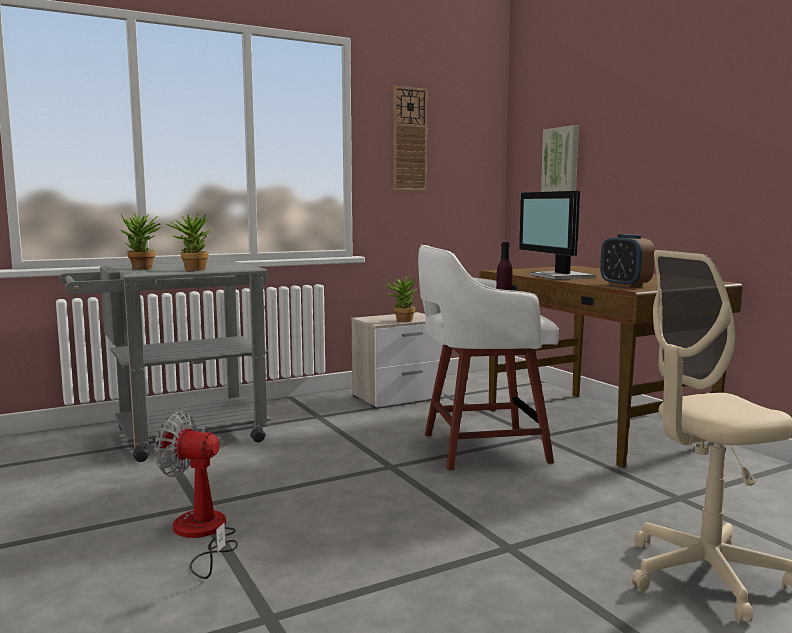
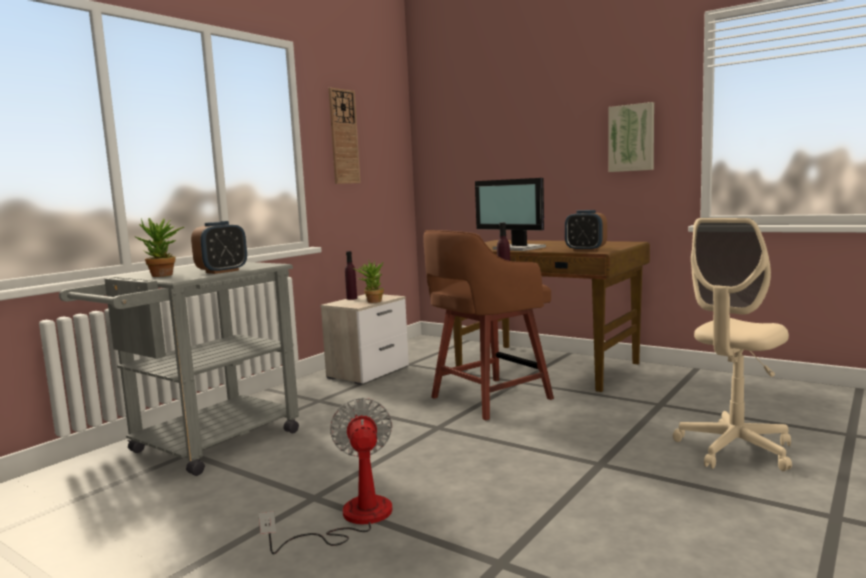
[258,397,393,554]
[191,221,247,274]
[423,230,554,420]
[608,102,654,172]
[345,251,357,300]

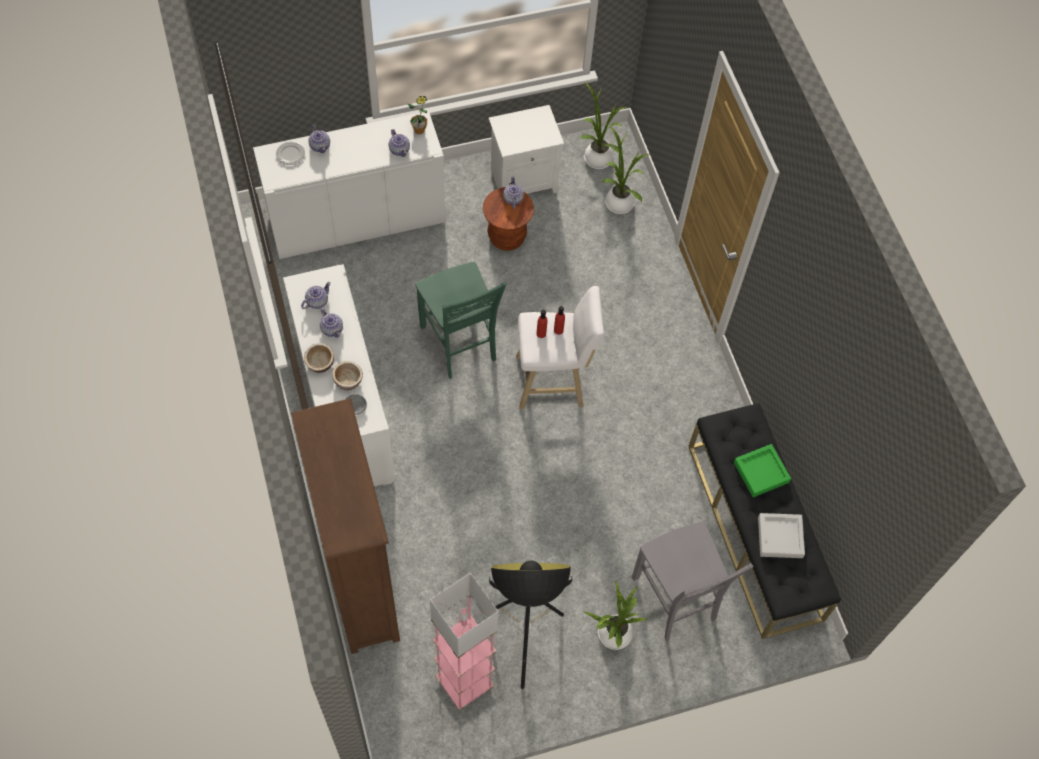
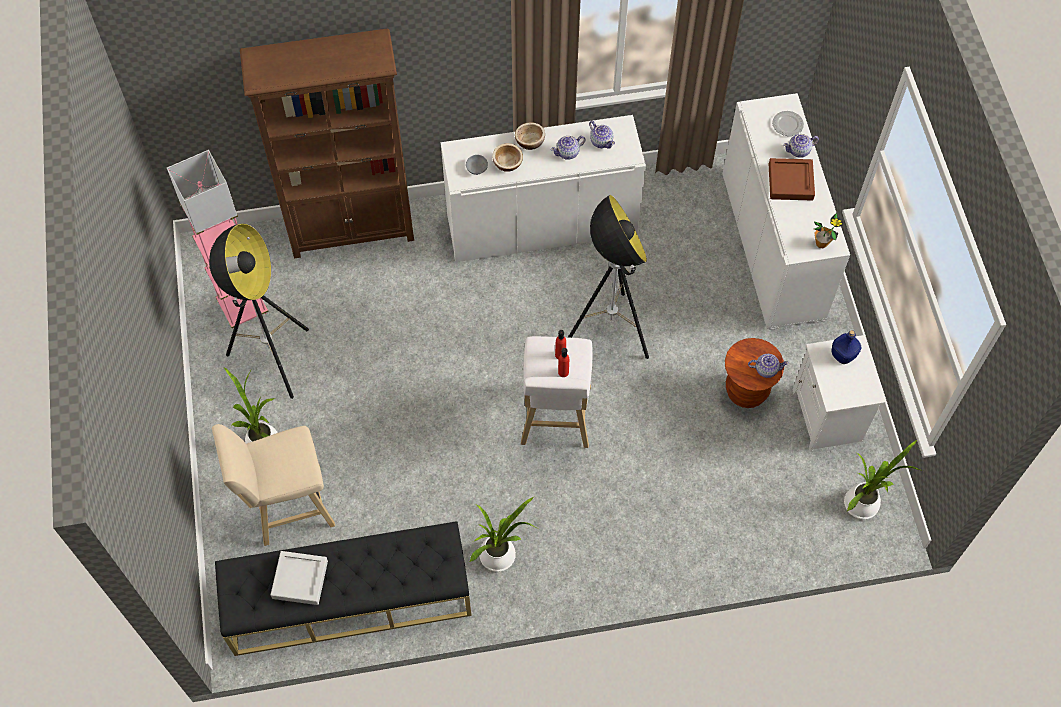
[388,129,410,157] (first image)
[568,195,649,359]
[470,497,536,572]
[212,424,335,546]
[734,444,791,497] (first image)
[769,158,815,201]
[832,330,861,364]

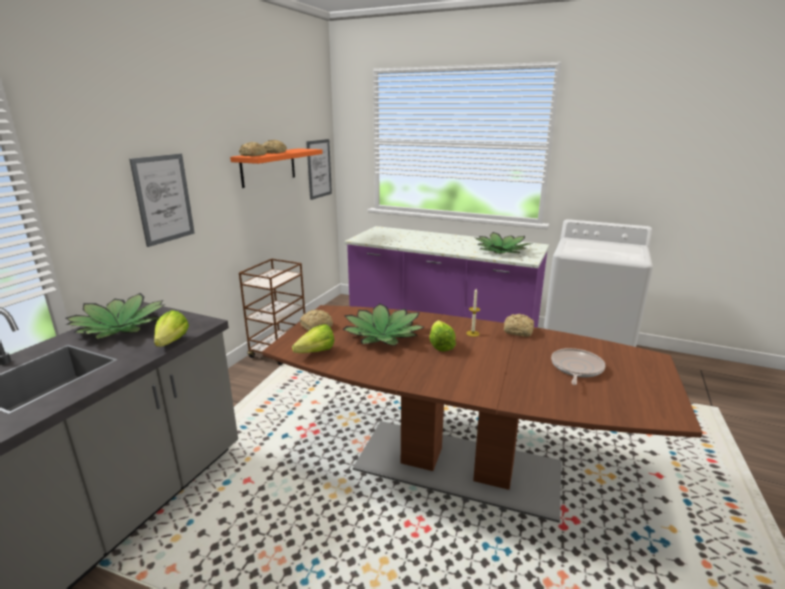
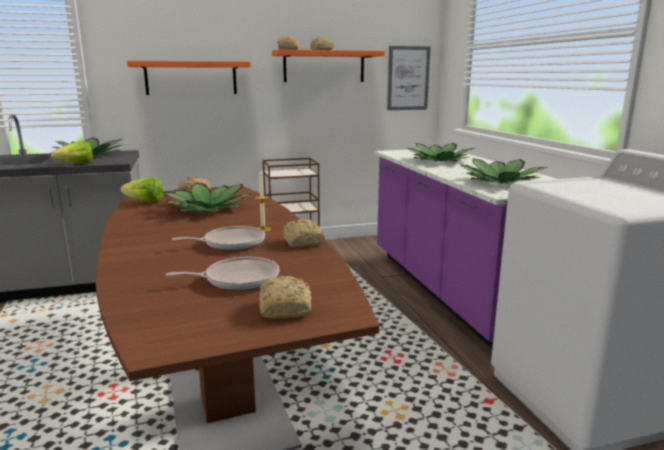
[127,61,251,95]
[429,320,456,352] (first image)
[172,226,265,251]
[259,276,311,319]
[406,143,474,161]

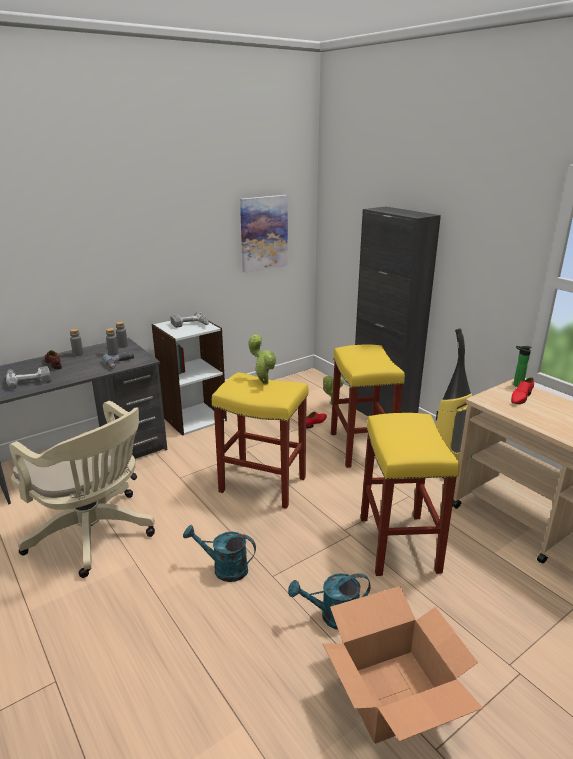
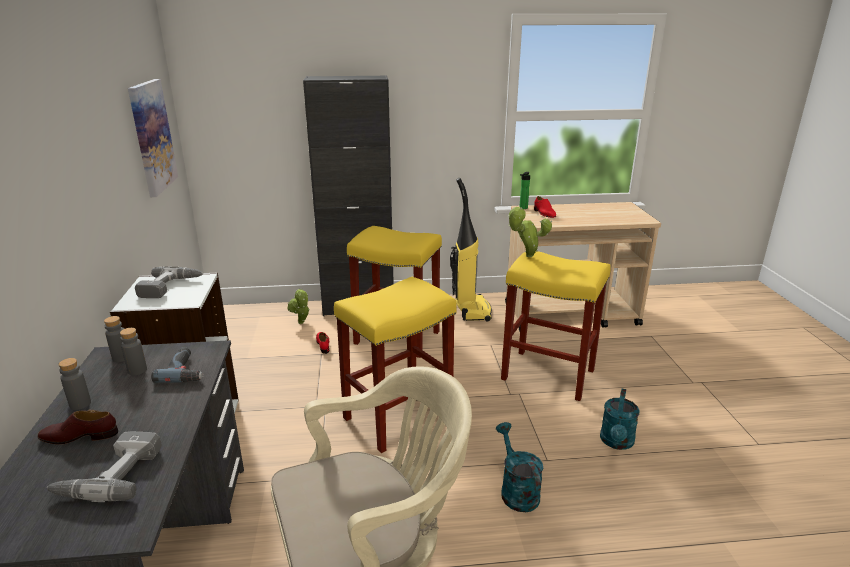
[496,422,543,512]
[508,207,552,257]
[323,586,483,744] (first image)

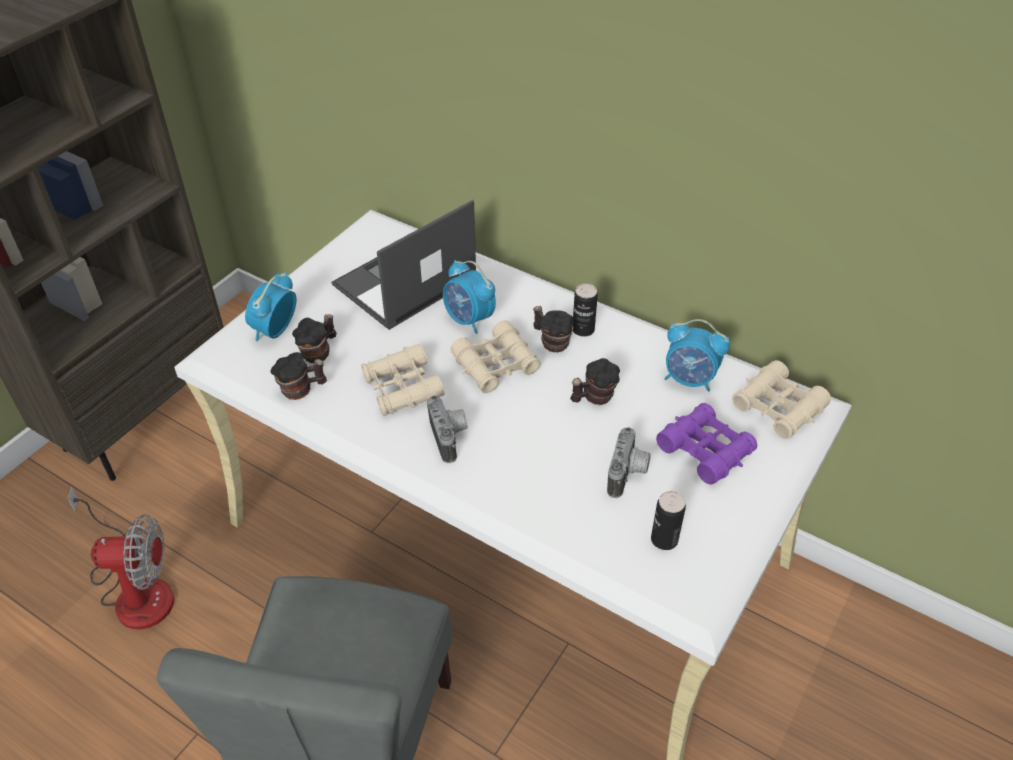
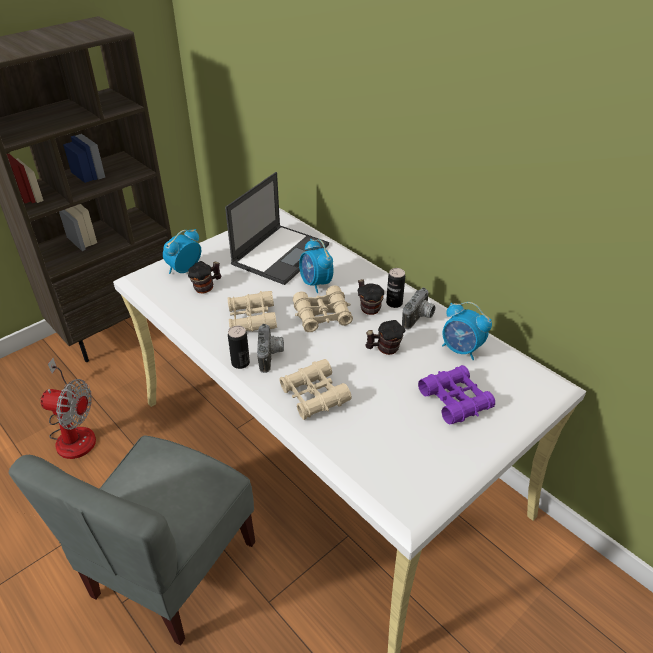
[270,352,327,400] (first image)
[225,172,329,285]
[402,287,435,329]
[228,326,250,369]
[279,359,351,420]

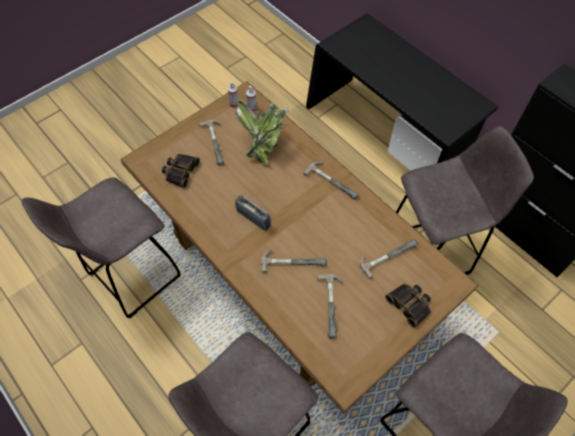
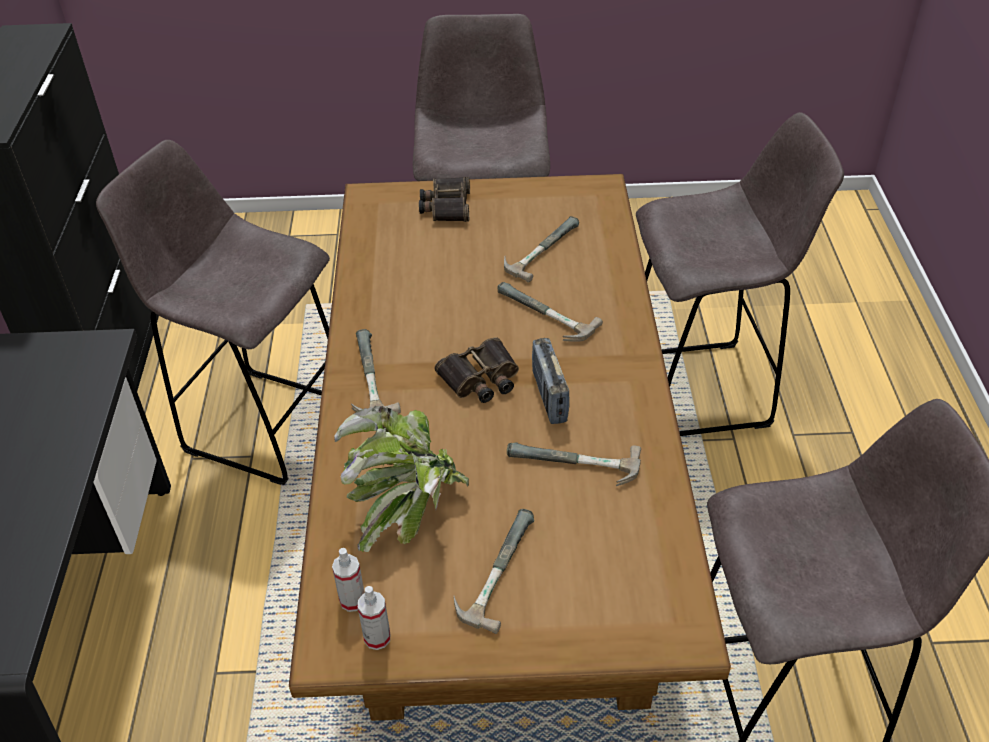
[435,337,519,403]
[507,442,641,486]

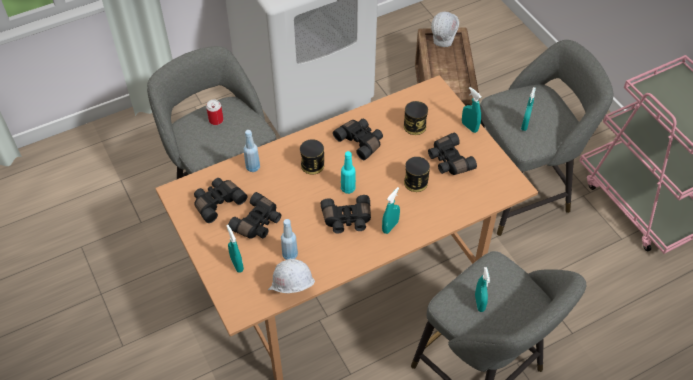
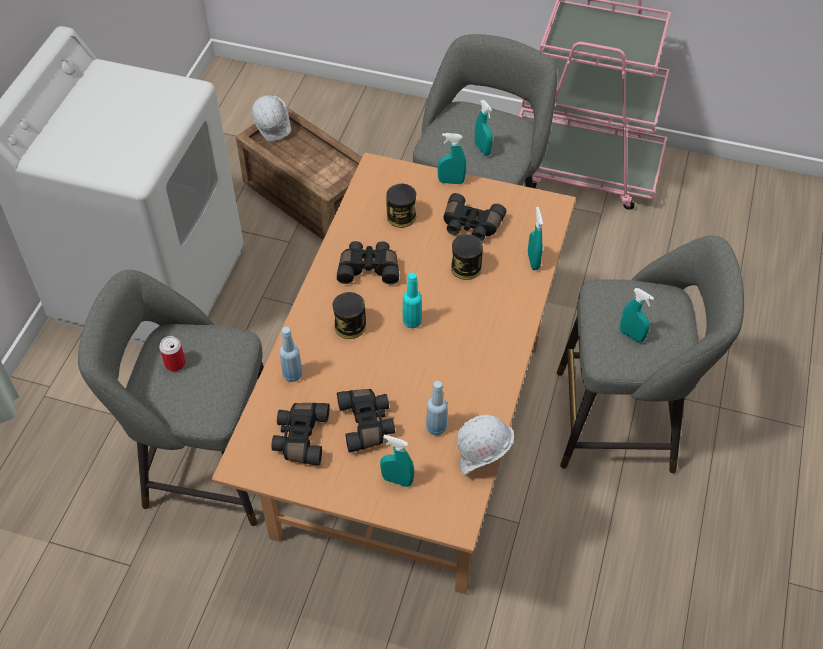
[321,195,371,234] (first image)
[528,207,543,270]

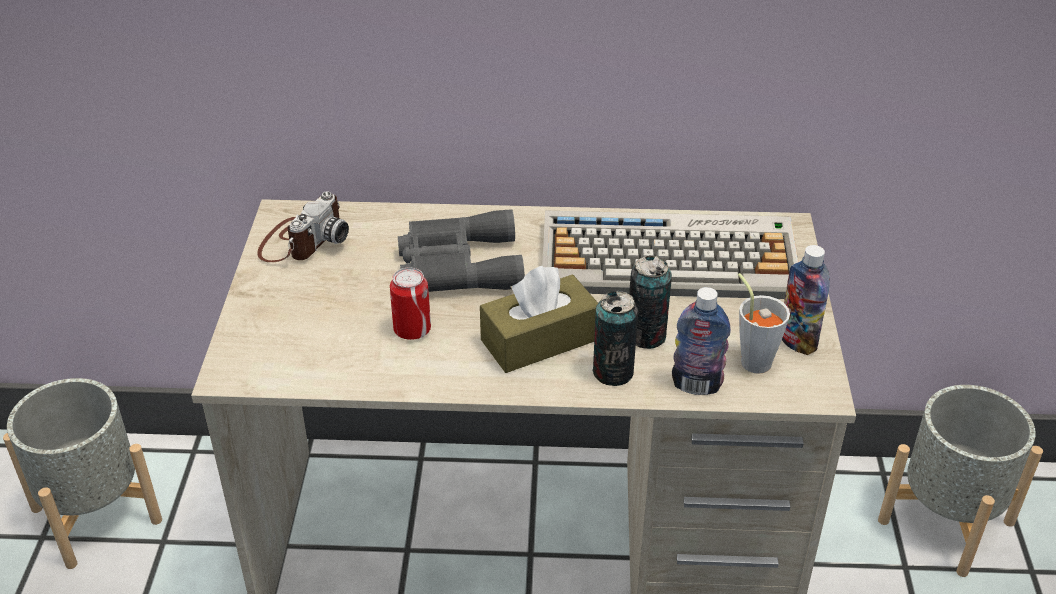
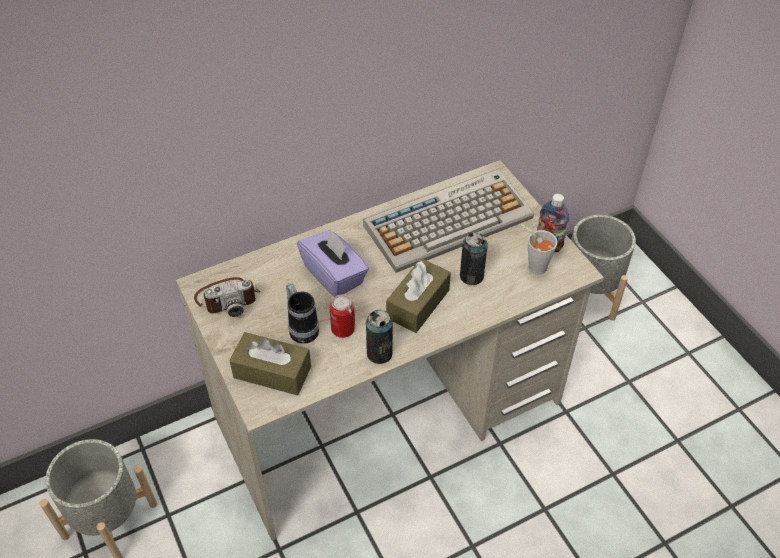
[194,277,260,317]
[297,229,369,297]
[366,310,393,364]
[672,287,731,395] (first image)
[229,332,311,395]
[286,284,319,344]

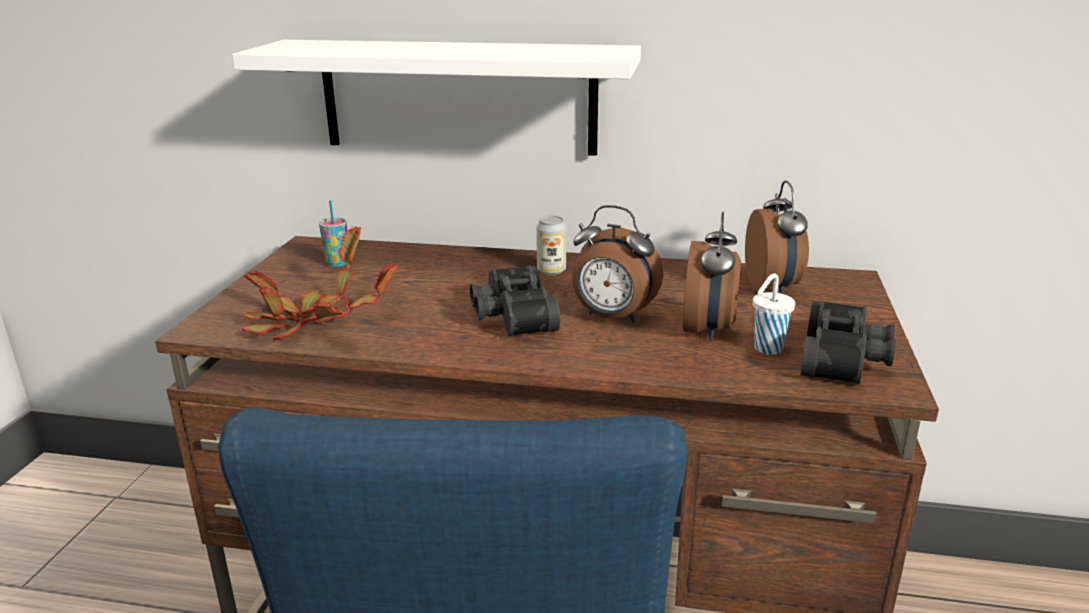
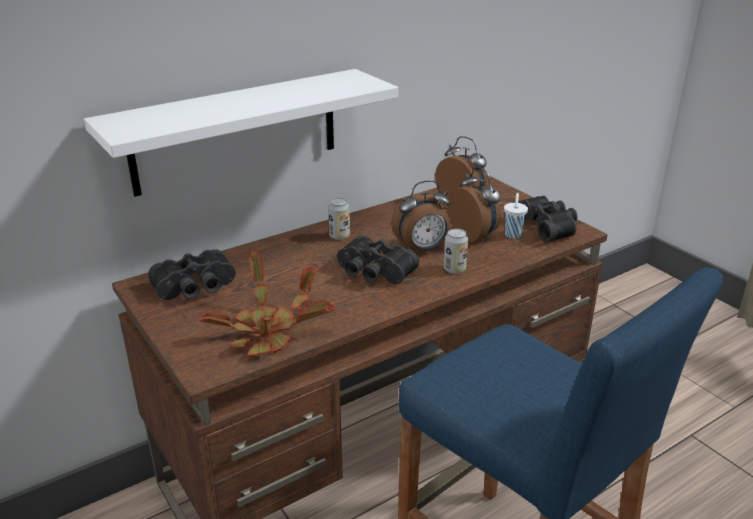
[148,249,236,300]
[444,229,468,274]

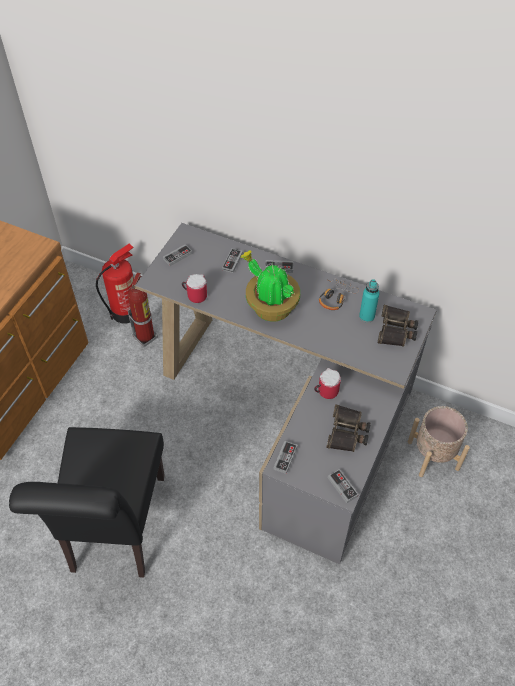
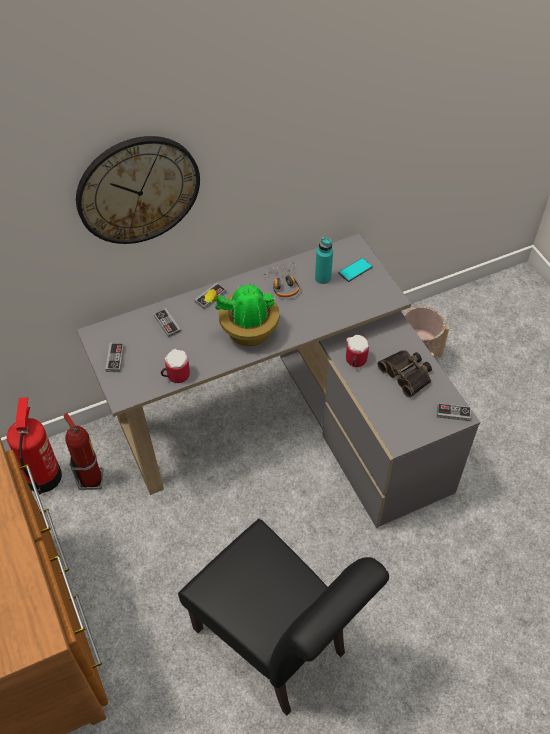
[273,441,297,474] (first image)
[338,258,373,282]
[76,136,200,244]

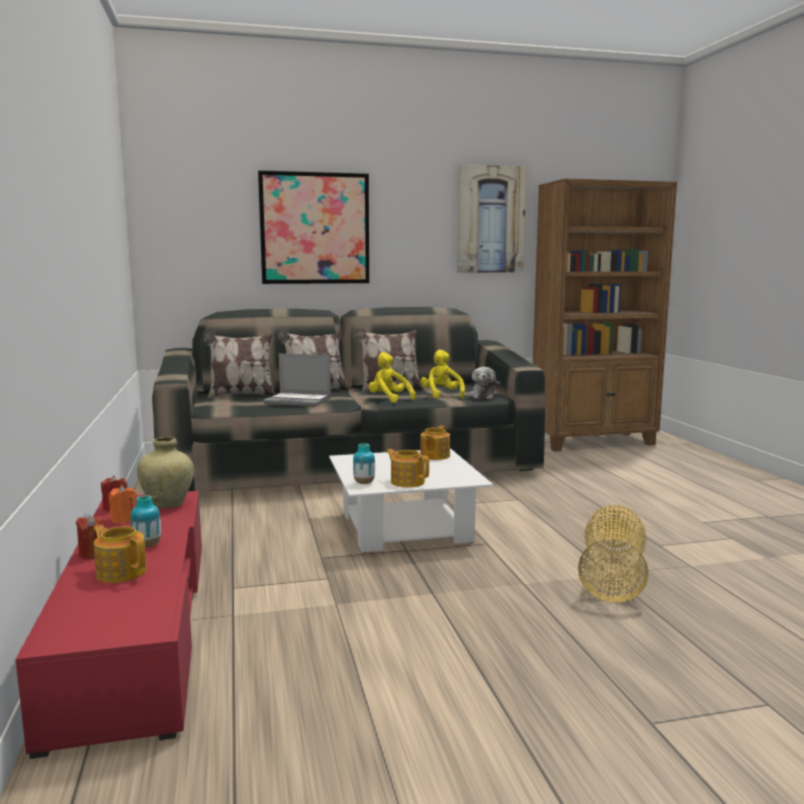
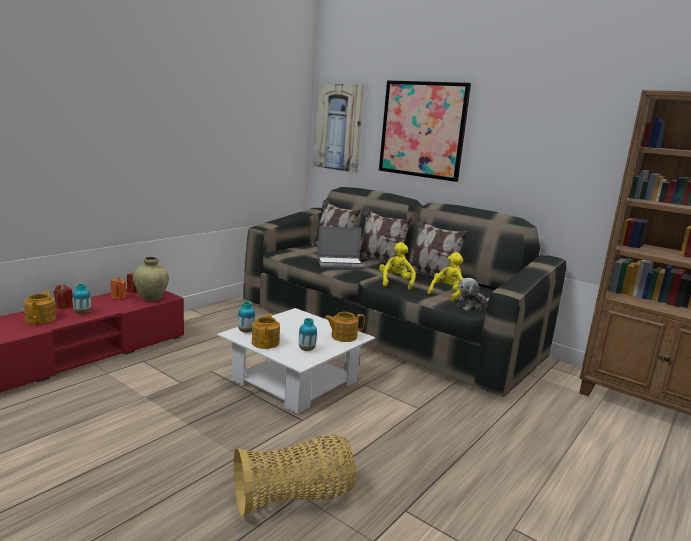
[317,226,365,270]
[313,83,365,173]
[299,318,317,351]

